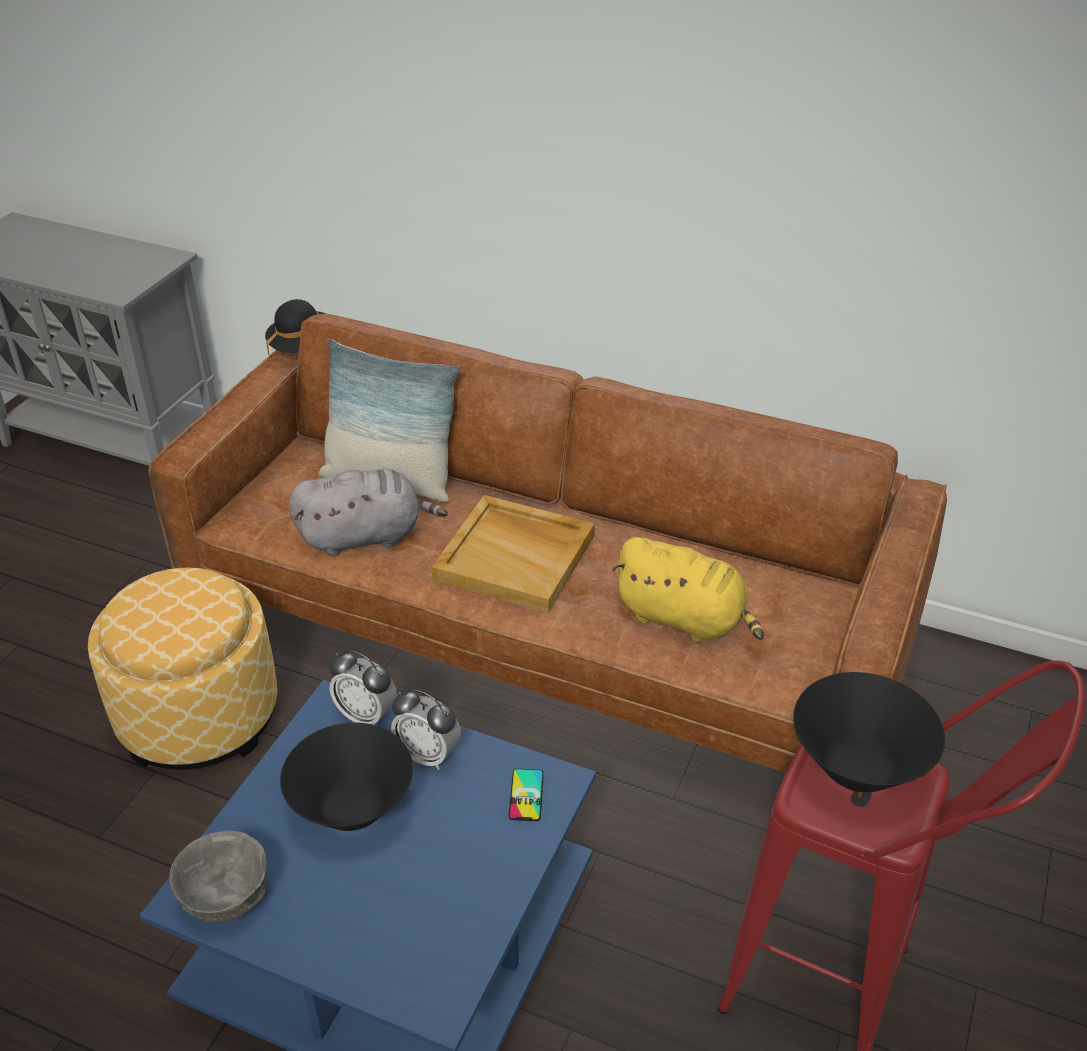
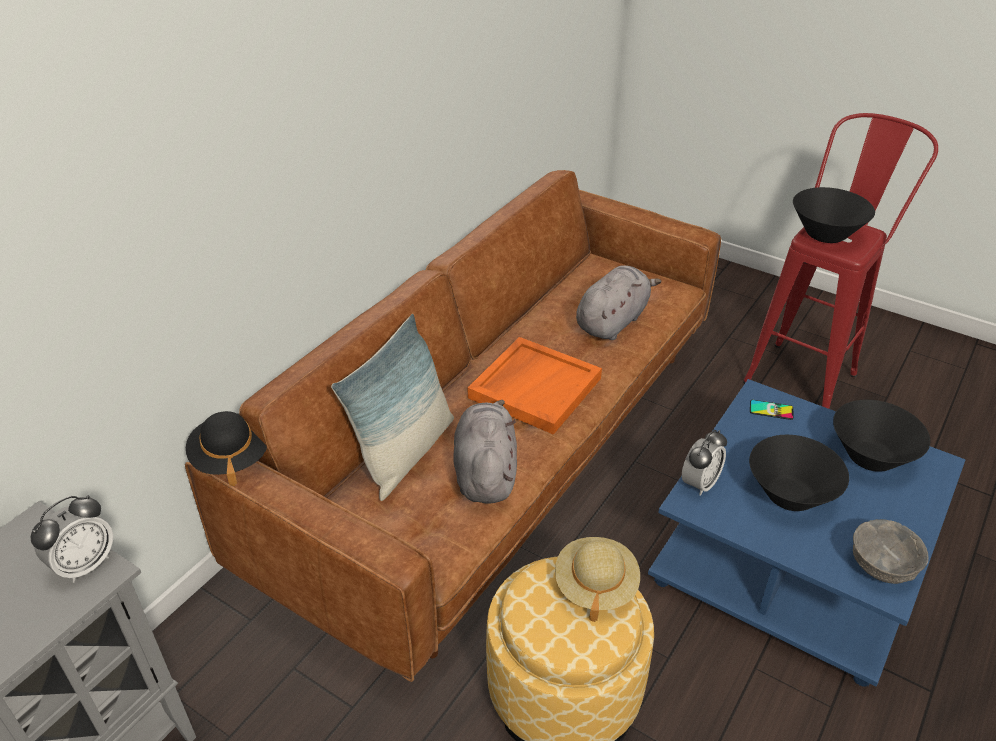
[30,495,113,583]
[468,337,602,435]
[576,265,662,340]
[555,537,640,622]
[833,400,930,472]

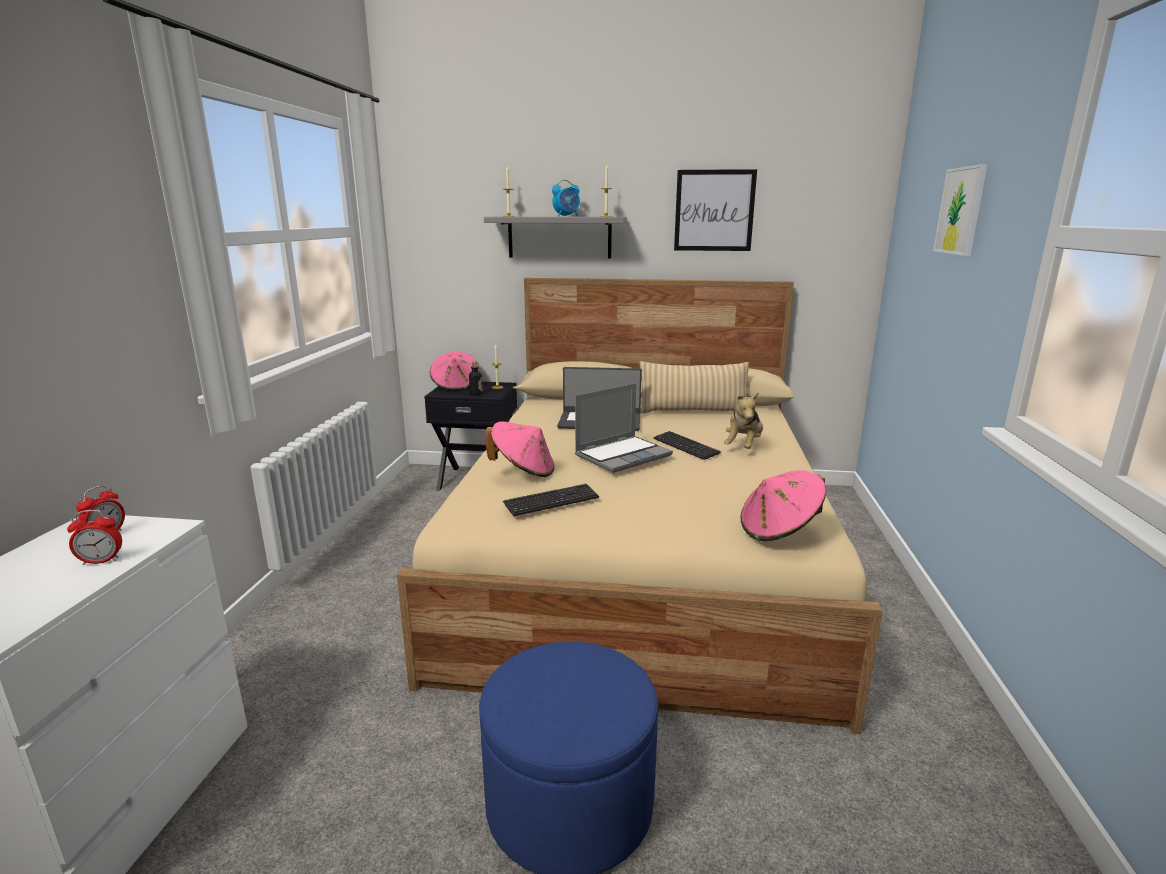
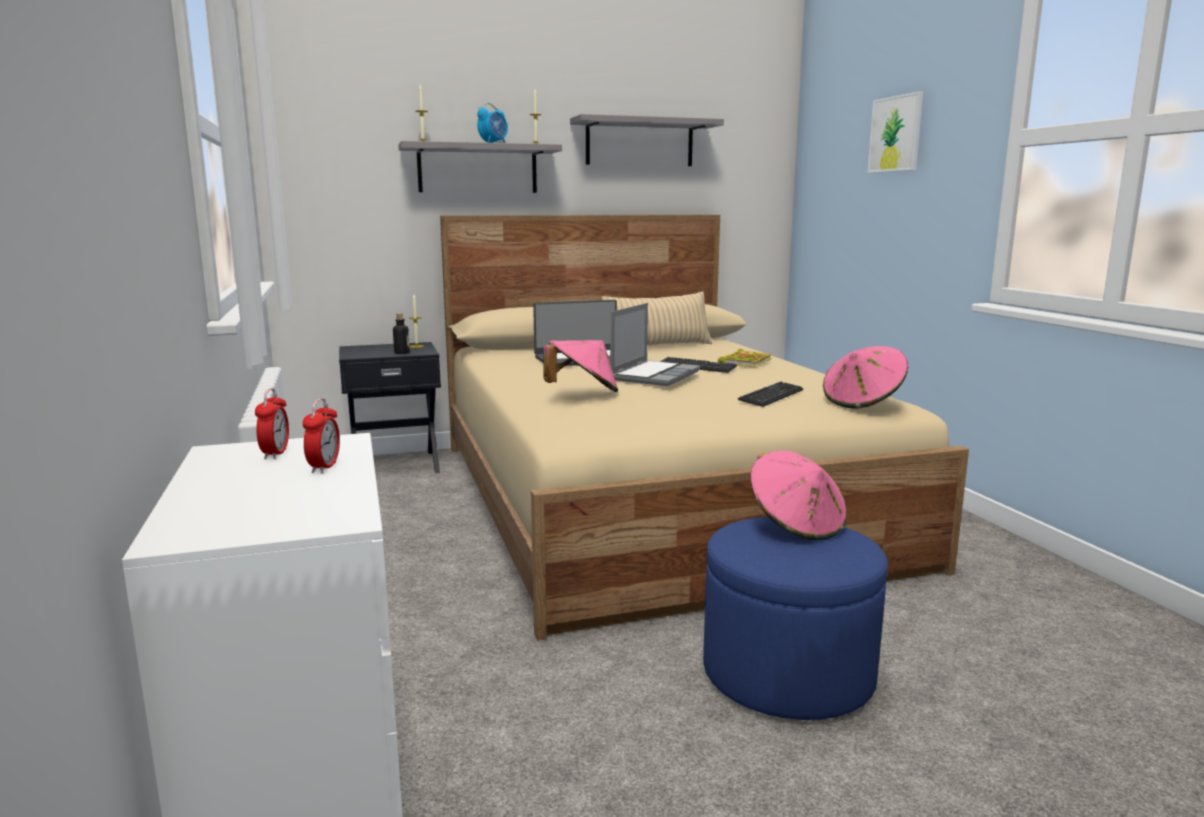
[303,398,340,473]
[751,451,847,540]
[738,381,803,407]
[570,114,724,166]
[718,349,772,367]

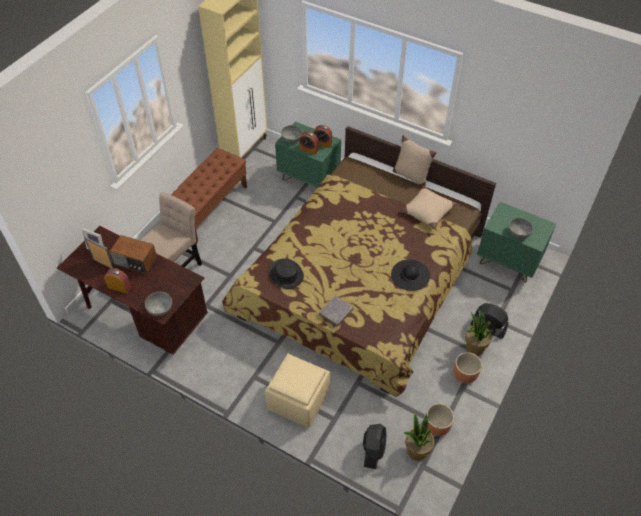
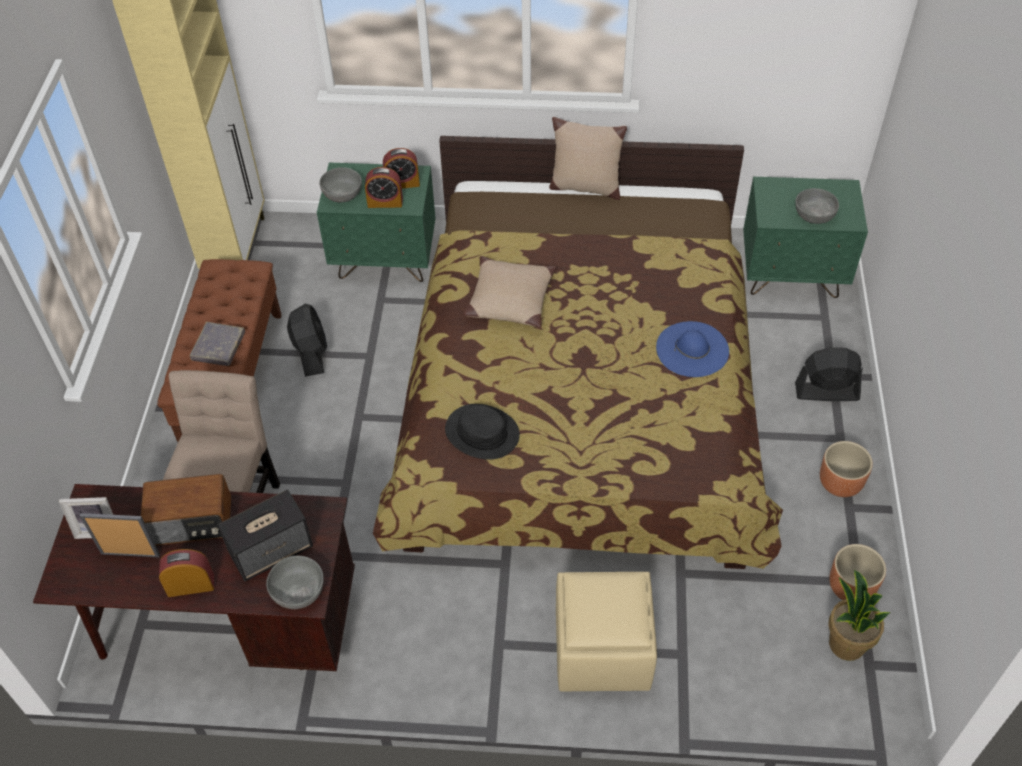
[190,322,245,366]
[287,304,327,377]
[656,321,729,377]
[463,256,557,328]
[465,310,493,356] (first image)
[218,490,313,581]

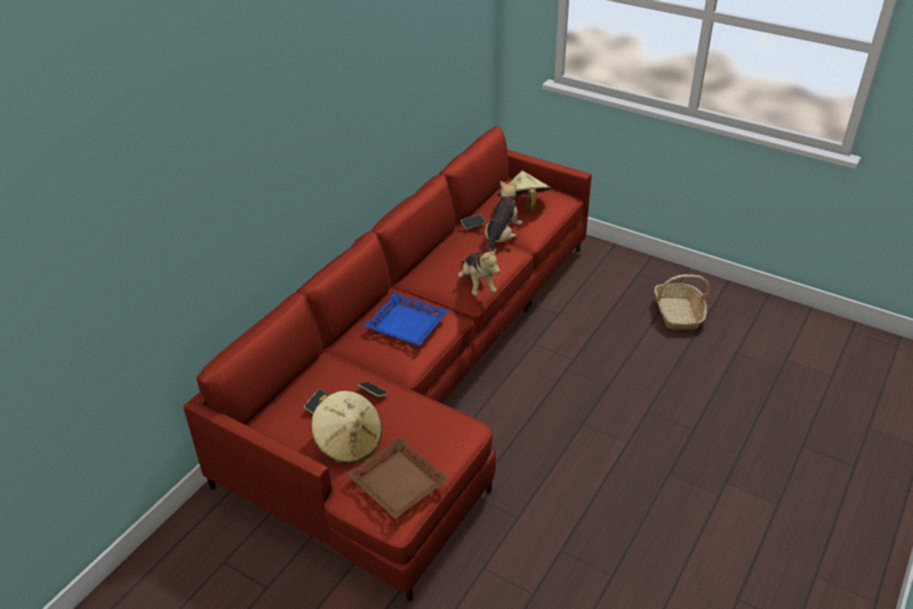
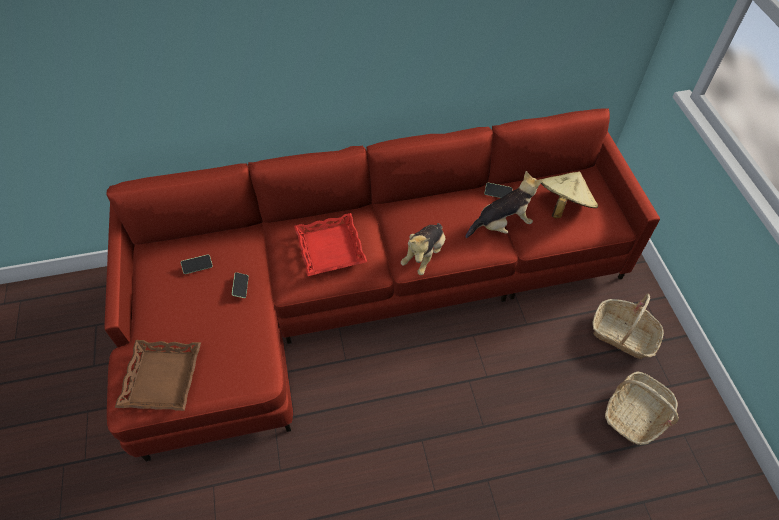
[311,391,382,464] (first image)
[294,213,367,276]
[592,294,664,359]

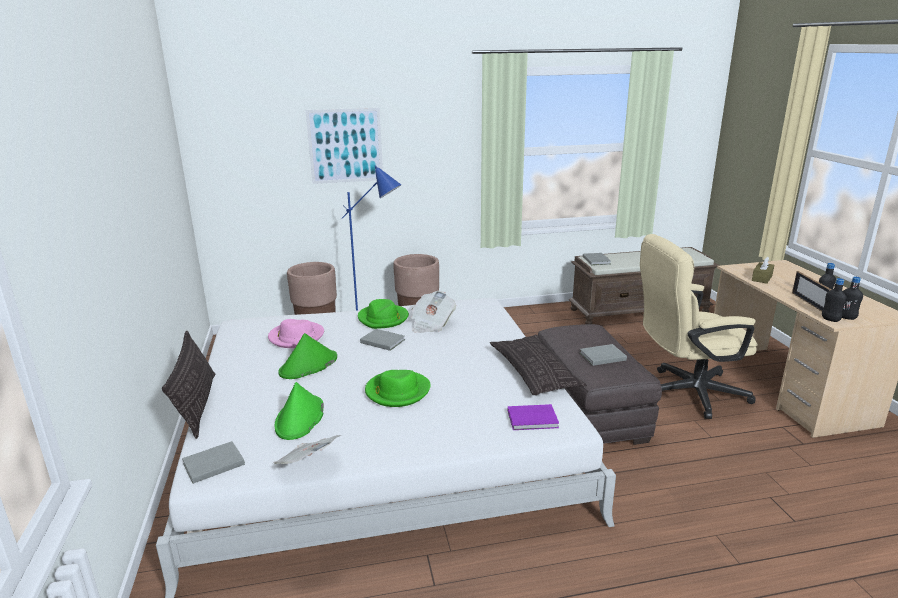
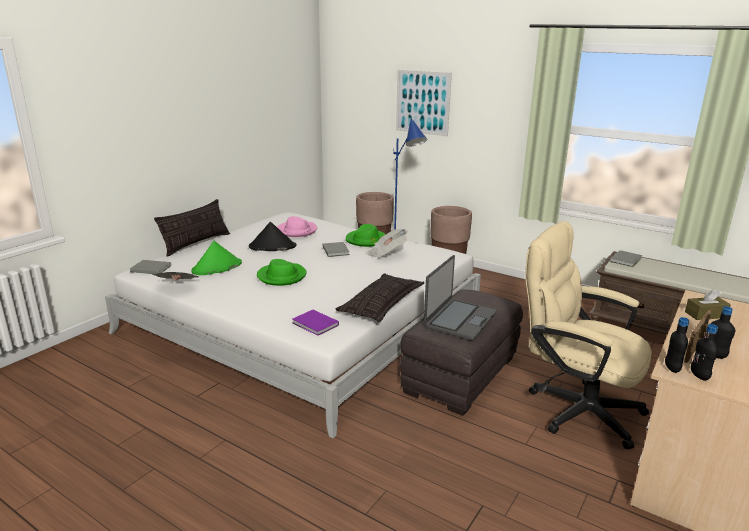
[249,222,296,251]
[424,255,496,340]

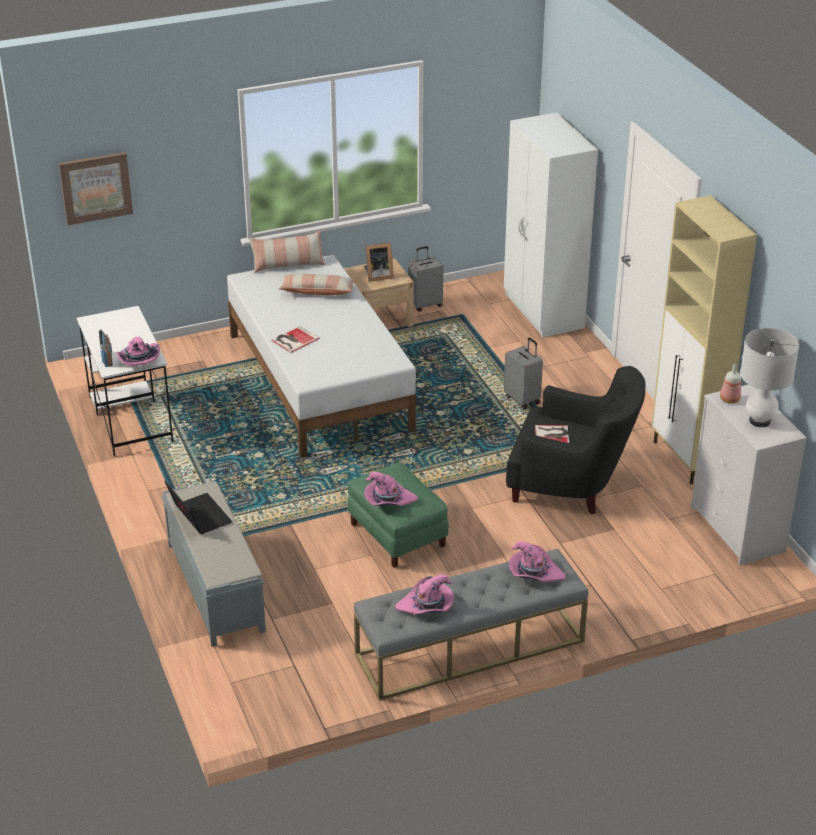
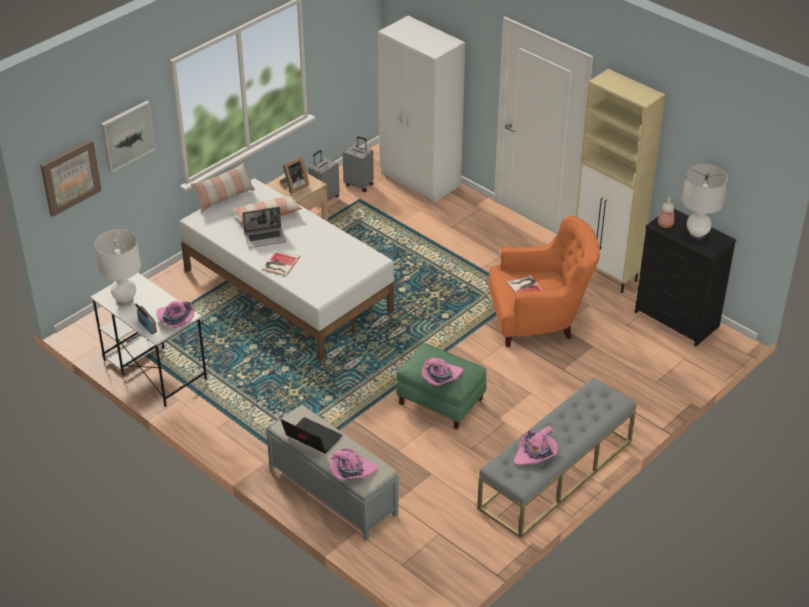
[343,136,374,192]
[488,216,600,347]
[330,448,378,480]
[635,209,736,346]
[94,229,141,307]
[101,101,156,173]
[243,207,286,248]

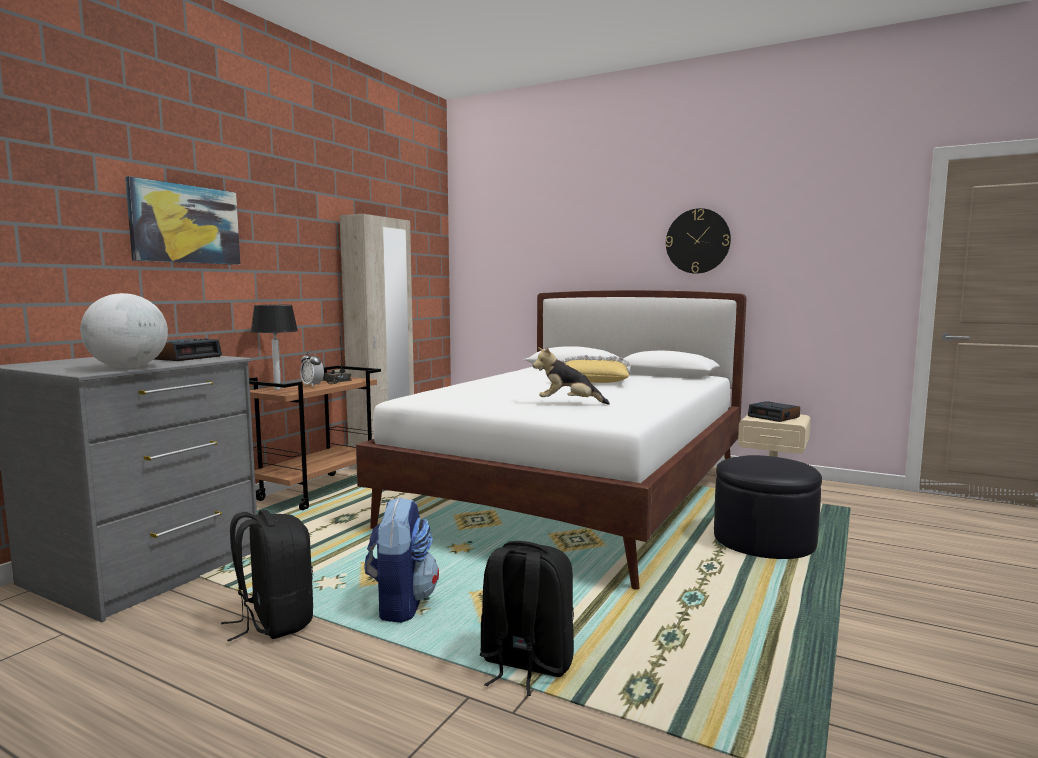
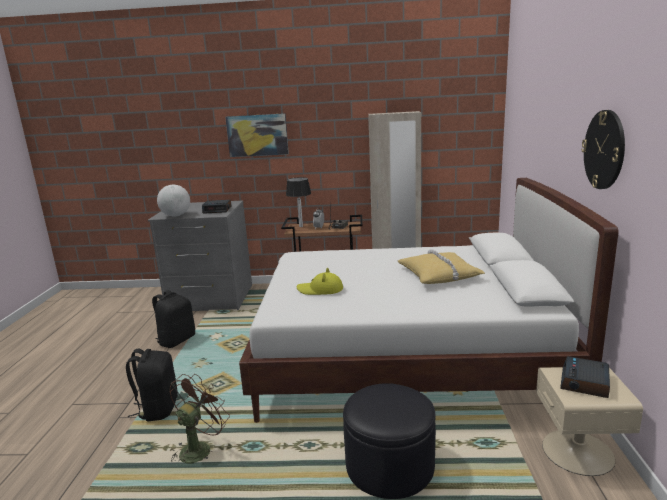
[364,497,439,623] (first image)
[297,268,343,295]
[170,374,230,464]

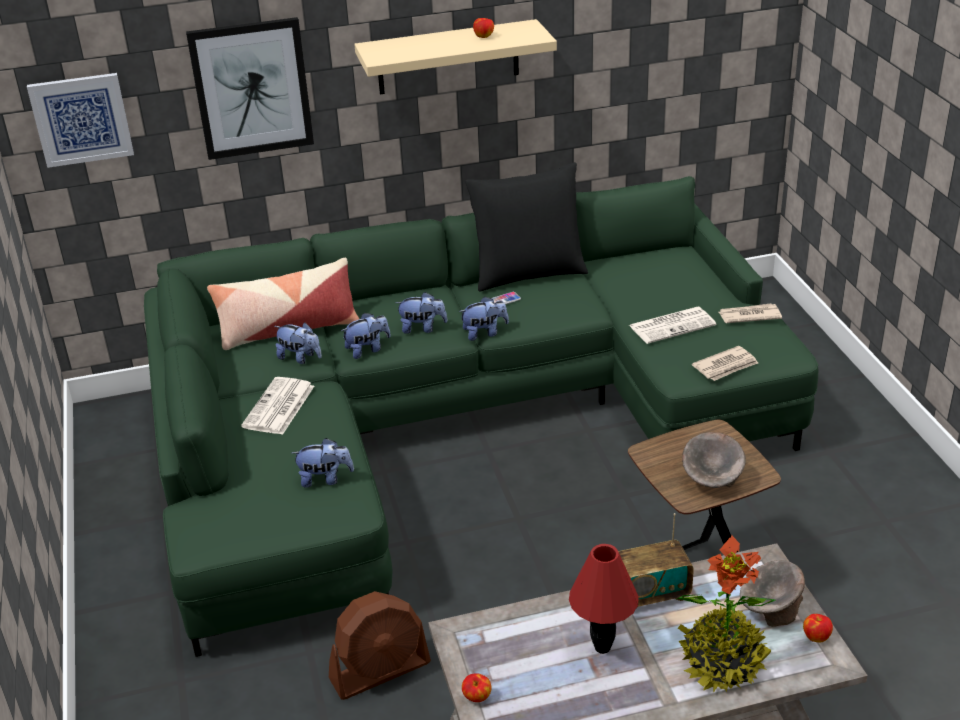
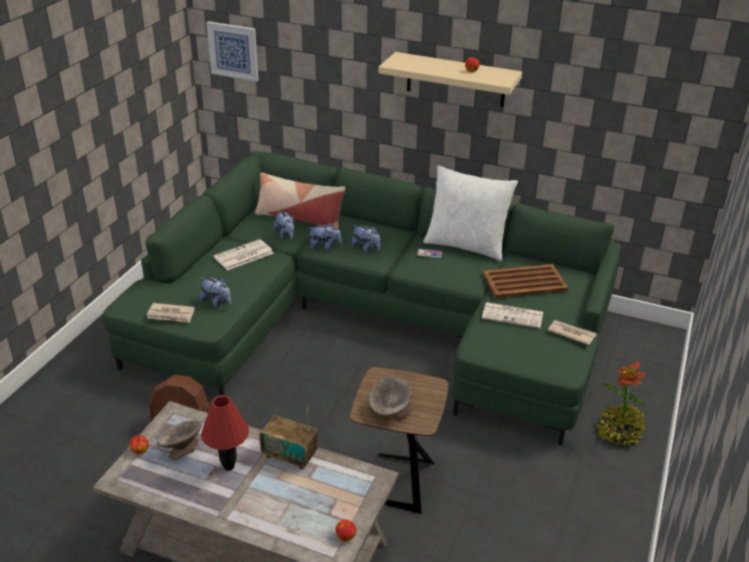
[186,17,314,160] (first image)
[459,296,509,341] (first image)
[423,165,518,261]
[596,361,647,446]
[147,303,195,323]
[157,420,202,460]
[483,264,569,298]

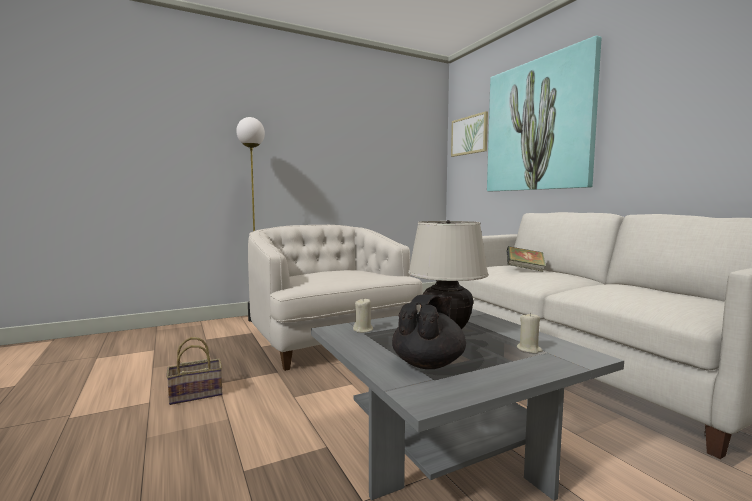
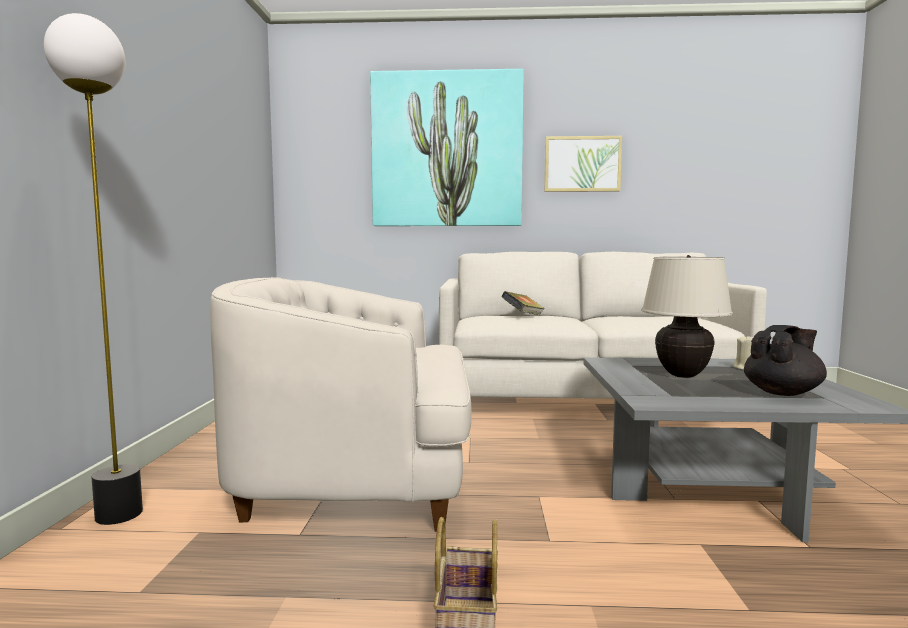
[353,299,373,333] (first image)
[744,325,827,396]
[544,136,622,192]

